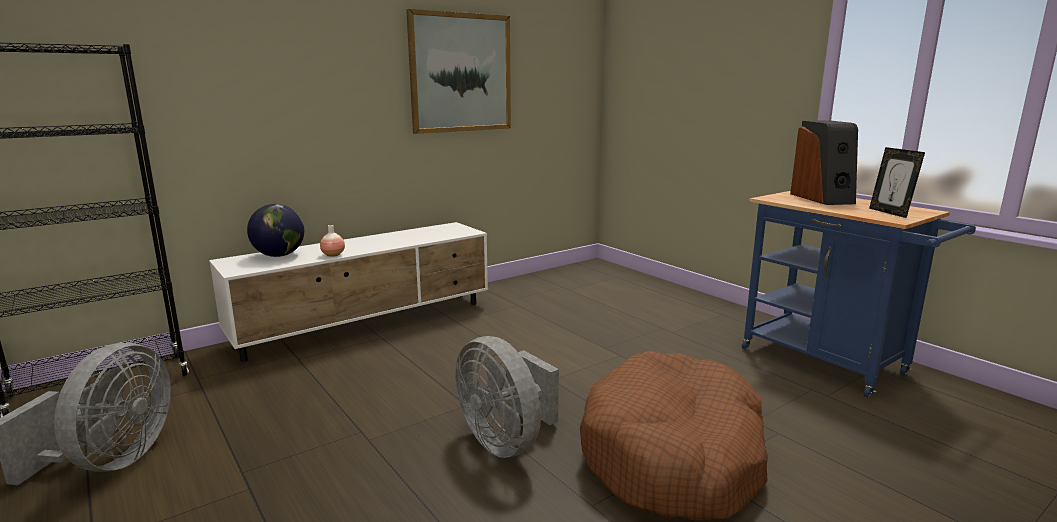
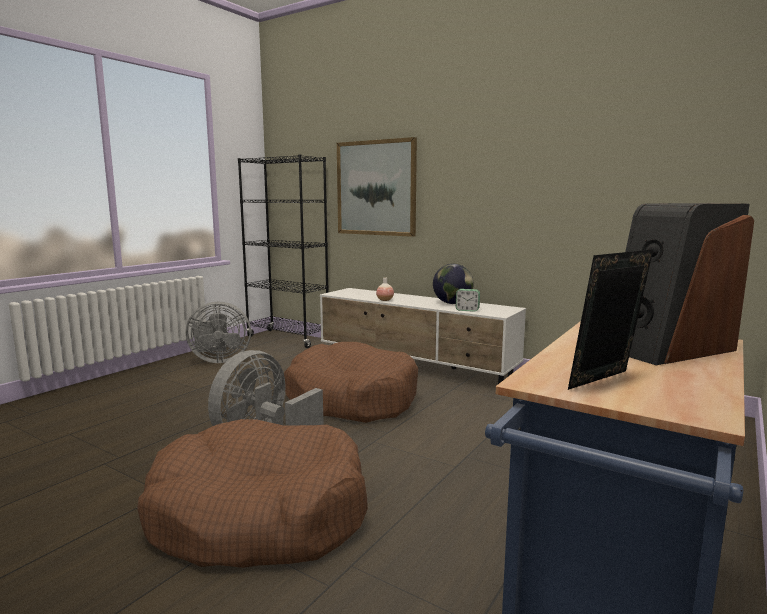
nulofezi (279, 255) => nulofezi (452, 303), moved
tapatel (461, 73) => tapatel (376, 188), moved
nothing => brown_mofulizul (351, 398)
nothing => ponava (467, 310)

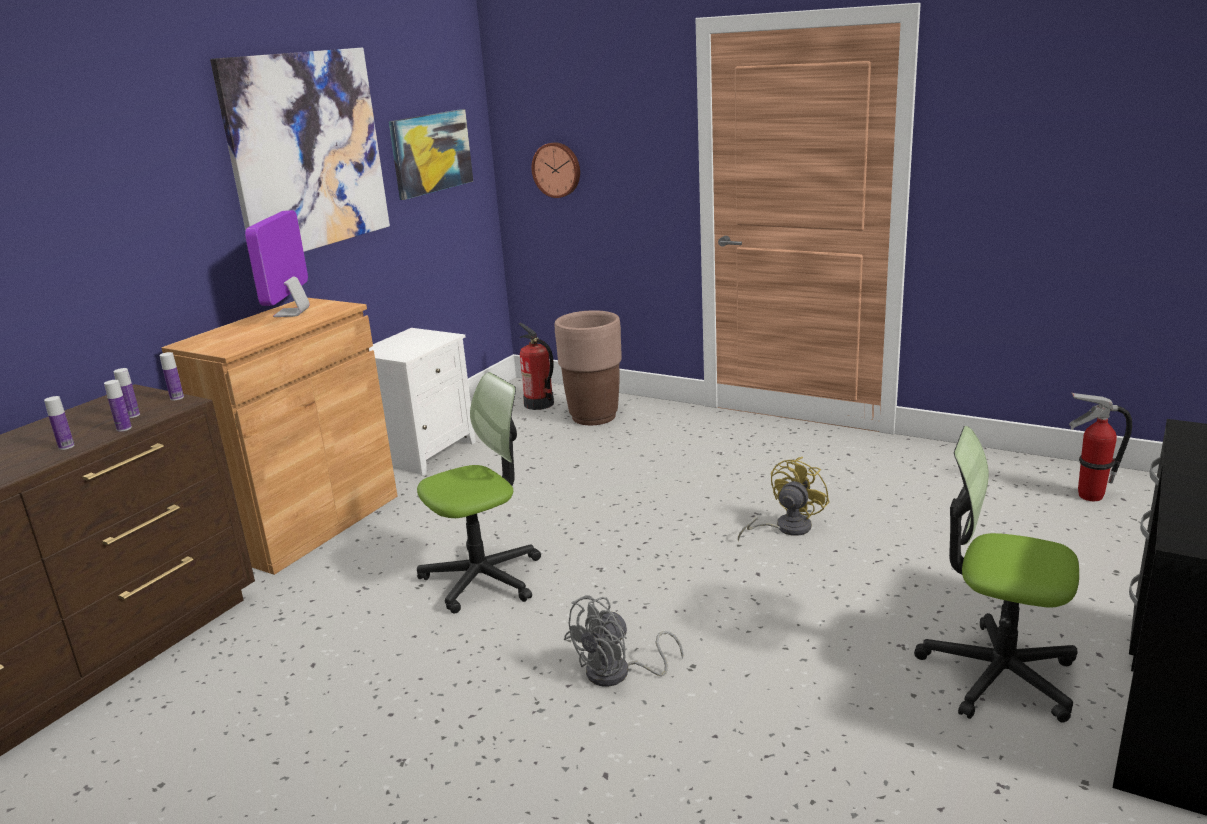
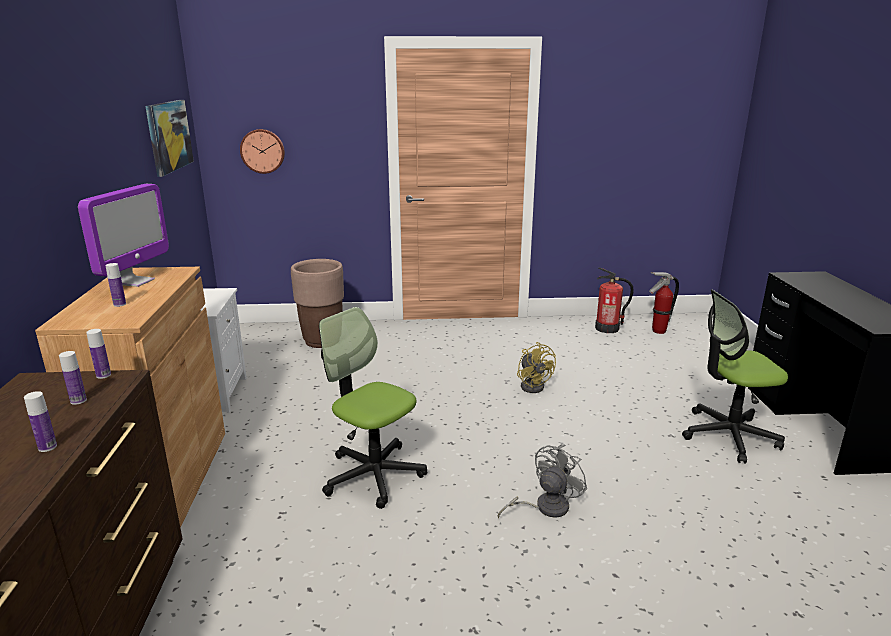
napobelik (124, 428) => napobelik (119, 304), moved
tapatel (307, 152) => nothing
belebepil (292, 313) => belebepil (135, 282), 135 degrees counterclockwise
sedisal (483, 578) => sedisal (373, 474), 75 degrees counterclockwise
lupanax (539, 404) => lupanax (607, 328), moved
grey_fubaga (618, 674) => grey_fubaga (544, 507), 150 degrees counterclockwise
yellow_fubaga (785, 528) => yellow_fubaga (533, 385), 150 degrees clockwise

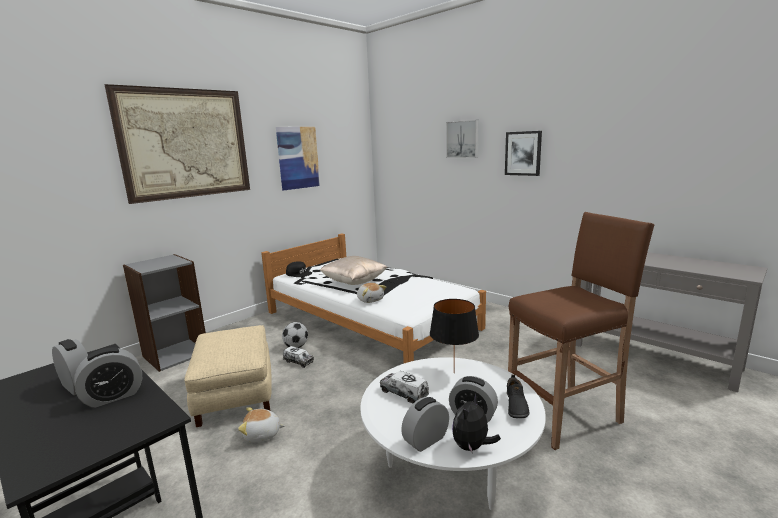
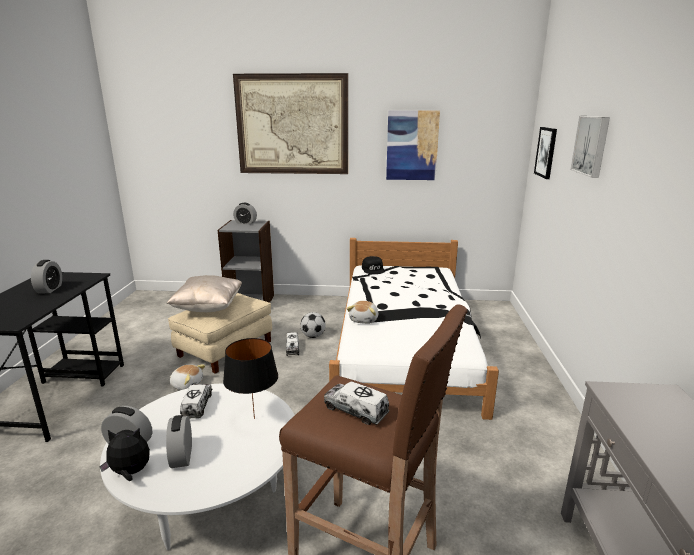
ponava (113, 396) => ponava (245, 223), moved
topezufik (262, 435) => topezufik (187, 384), 150 degrees clockwise
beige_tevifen (354, 282) => beige_tevifen (208, 307), moved
tapatel (523, 153) => tapatel (546, 152), moved
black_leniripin (515, 406) => nothing
nothing => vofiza (356, 410)

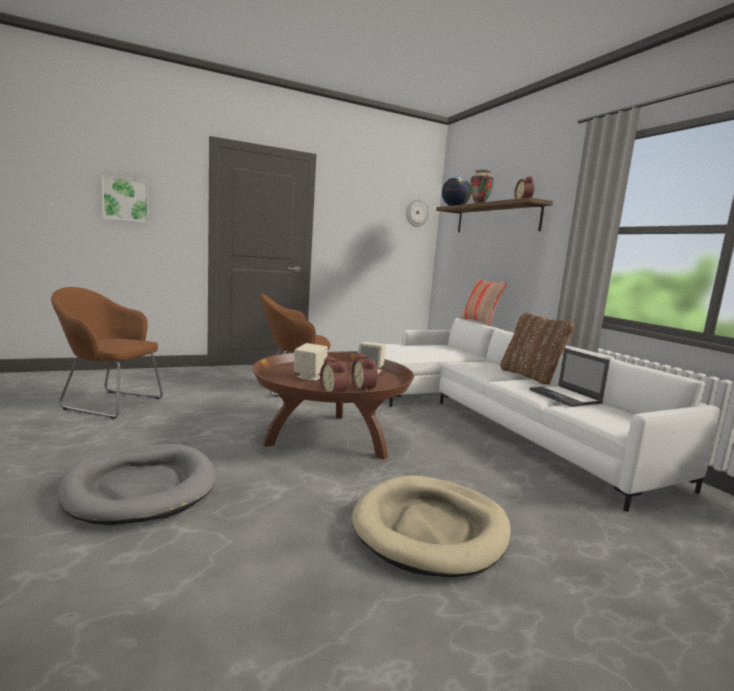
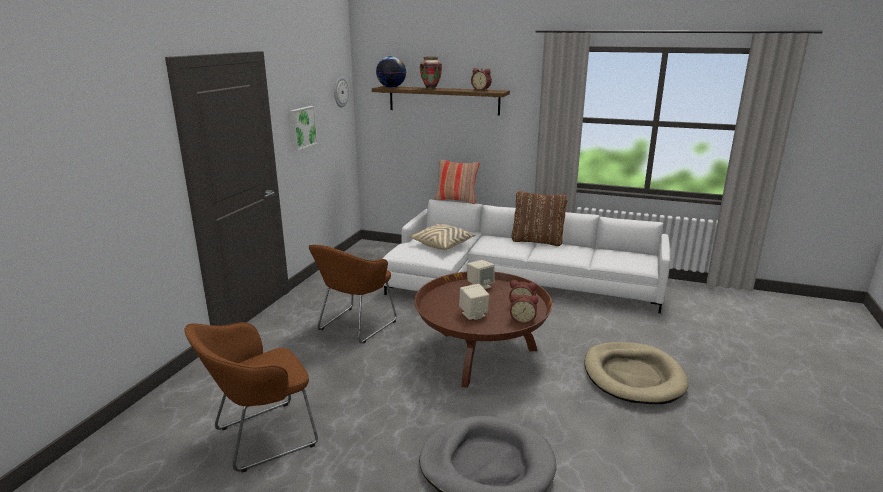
tapatel (125, 199) => tapatel (302, 127), moved
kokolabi (565, 396) => nothing
nothing => beige_tevifen (443, 244)

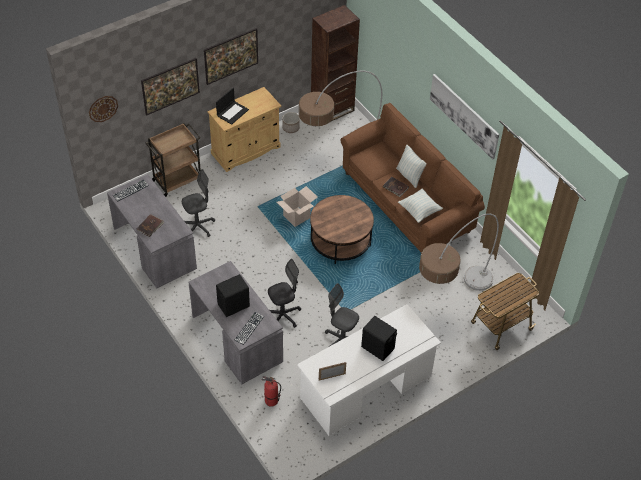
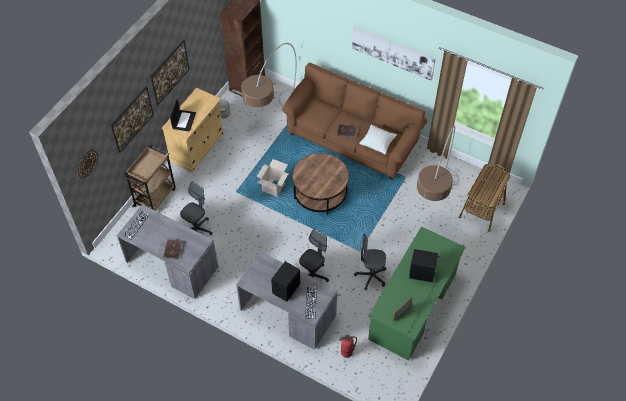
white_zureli (366, 388) => green_zureli (413, 307)
tevifen (409, 176) => nothing

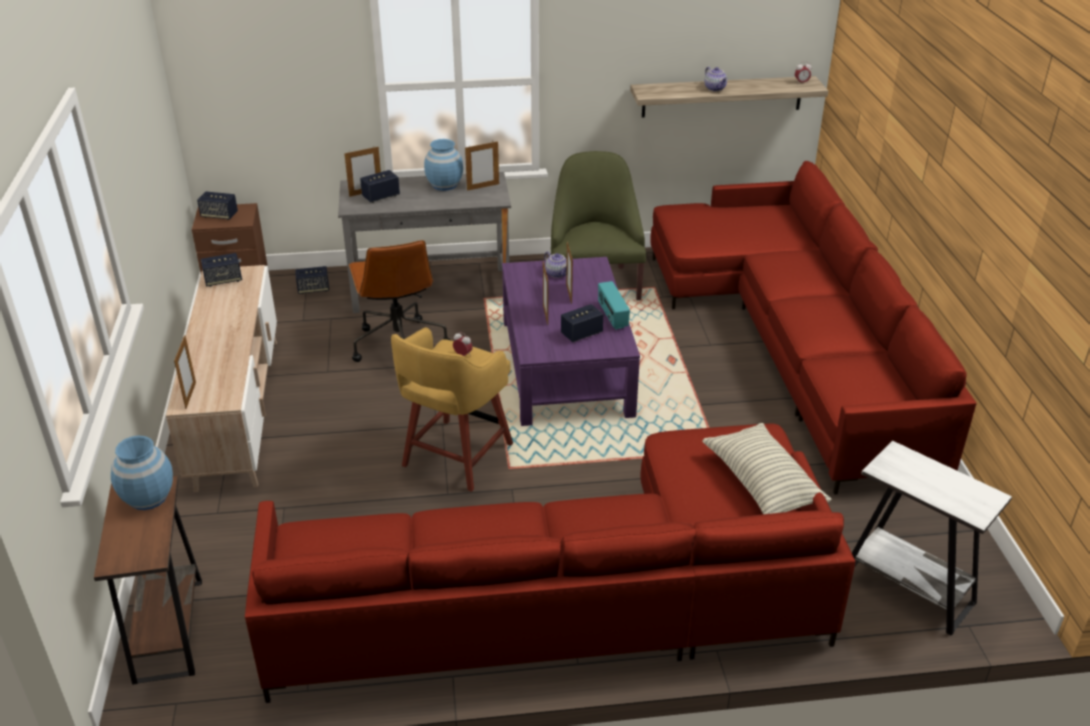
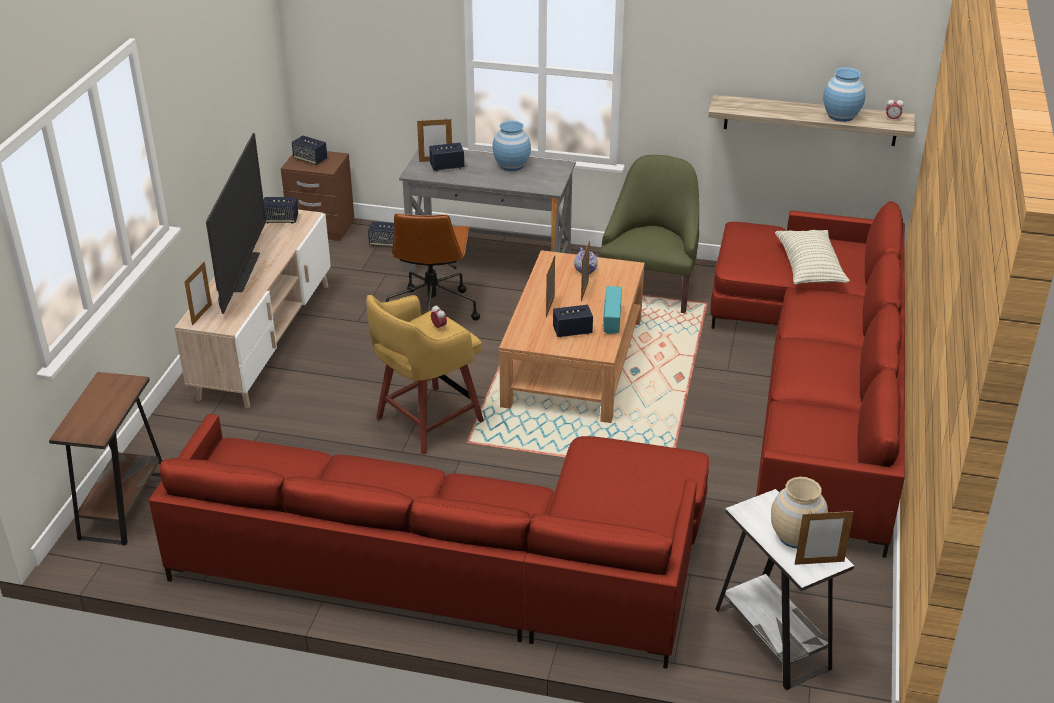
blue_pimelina (148, 497) => blue_pimelina (841, 116), moved
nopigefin (483, 187) => nopigefin (819, 562), moved
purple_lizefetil (566, 367) => brown_lizefetil (573, 363)
tevifen (762, 484) => tevifen (809, 268), moved
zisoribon (715, 88) => nothing
nothing => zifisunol (244, 272)
nothing => beige_pimelina (795, 536)

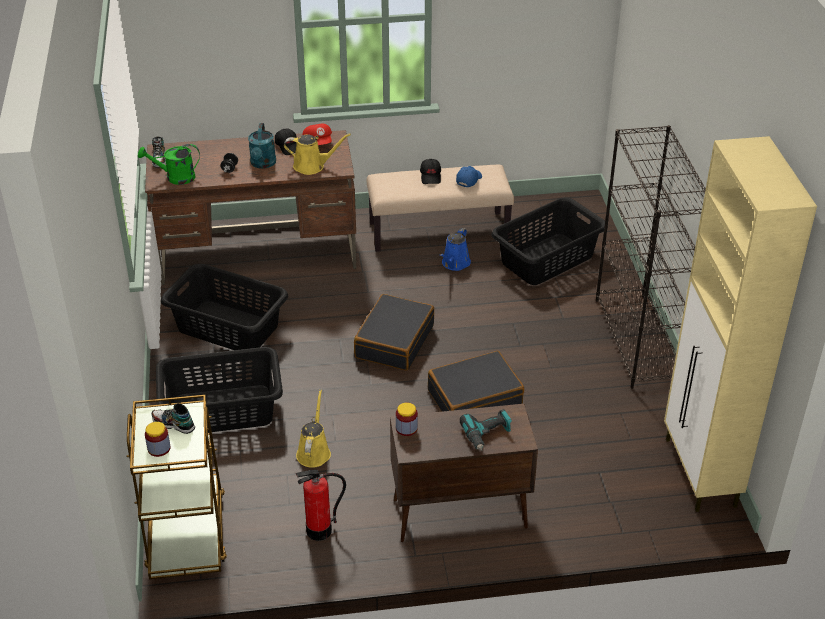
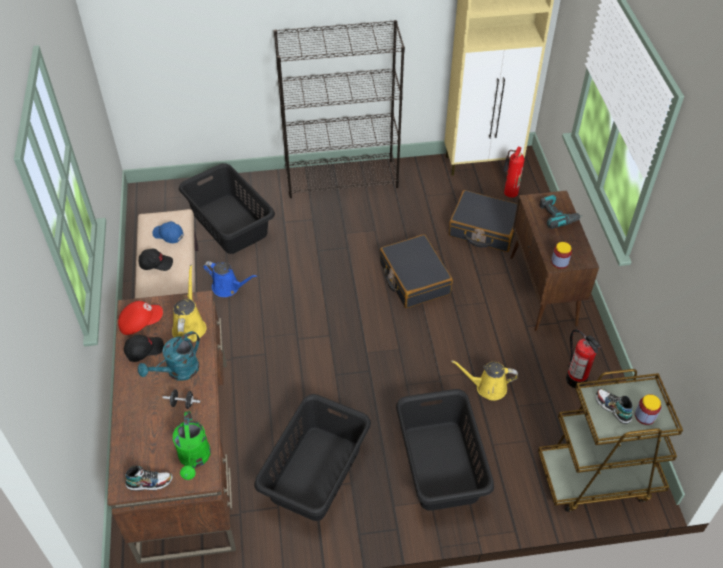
leniripin (173, 424) => leniripin (612, 408), 120 degrees clockwise
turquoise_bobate (263, 164) => turquoise_bobate (178, 372), 135 degrees clockwise
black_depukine (394, 341) => black_depukine (484, 229), moved
nothing => lupanax (509, 193)

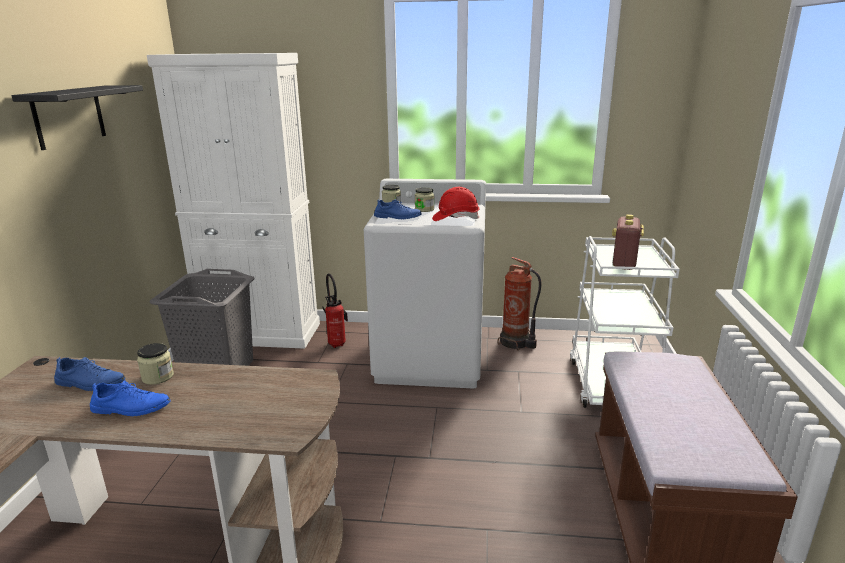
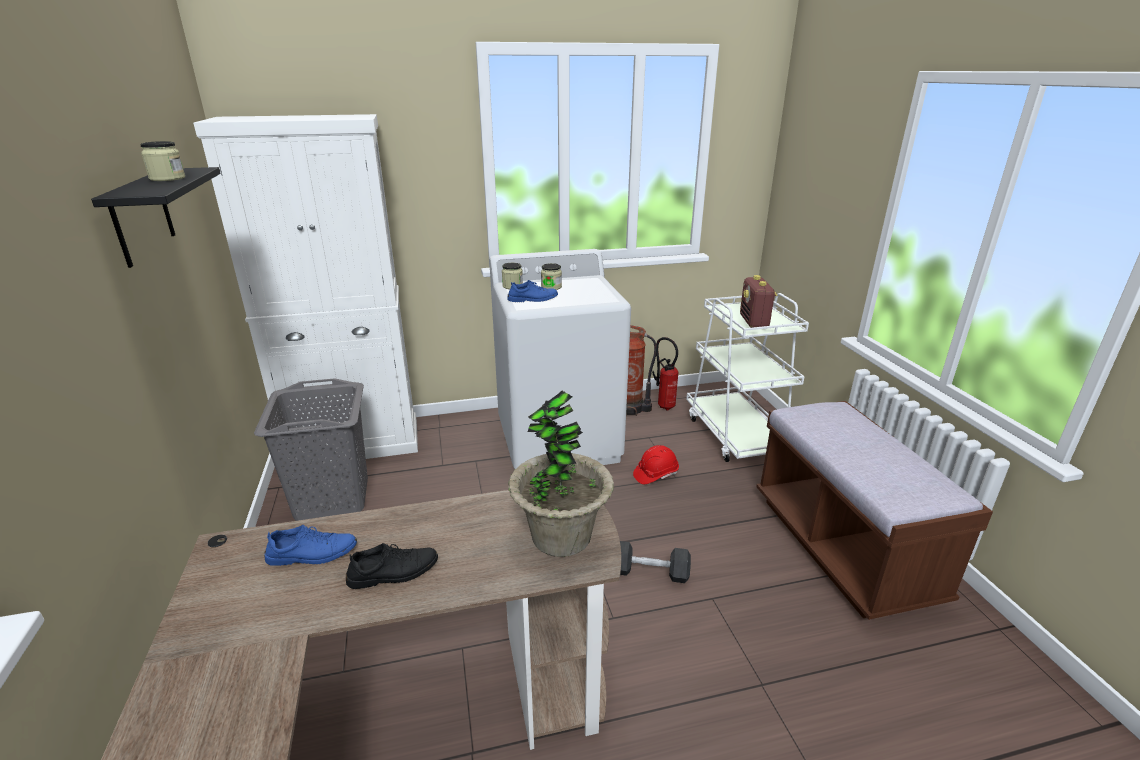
blue_leniripin (131, 408) => black_leniripin (393, 572)
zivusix (158, 377) => zivusix (167, 178), moved
lupanax (337, 343) => lupanax (664, 405), moved
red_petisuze (455, 218) => red_petisuze (655, 474), moved
nothing => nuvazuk (561, 536)
nothing => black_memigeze (649, 572)

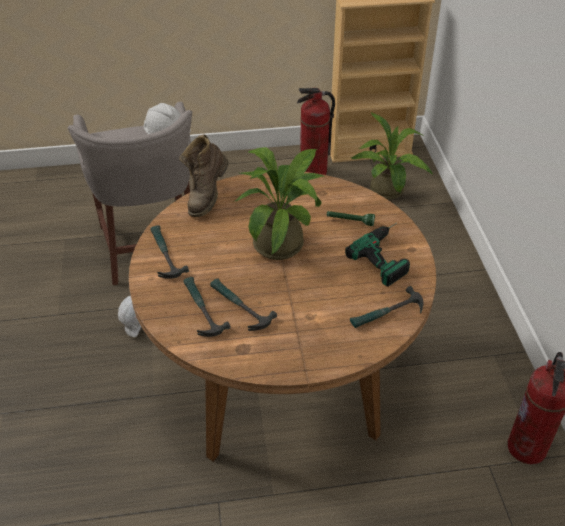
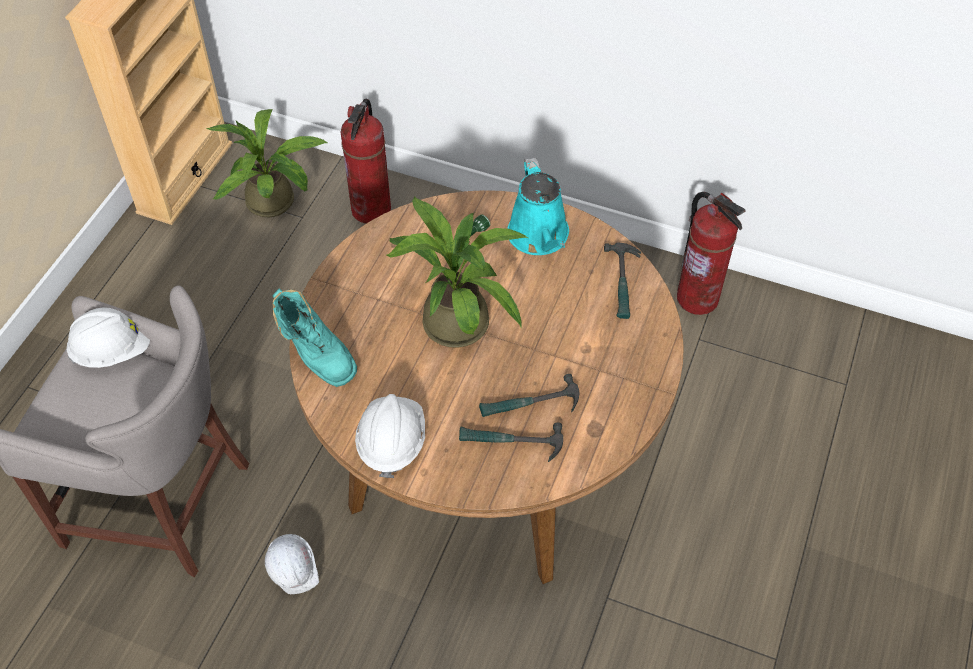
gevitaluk (164, 255) => white_petisuze (391, 442)
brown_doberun (206, 197) => turquoise_doberun (315, 355)
lupanax (313, 172) => lupanax (371, 210), moved
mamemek (388, 254) => turquoise_bobate (540, 237)

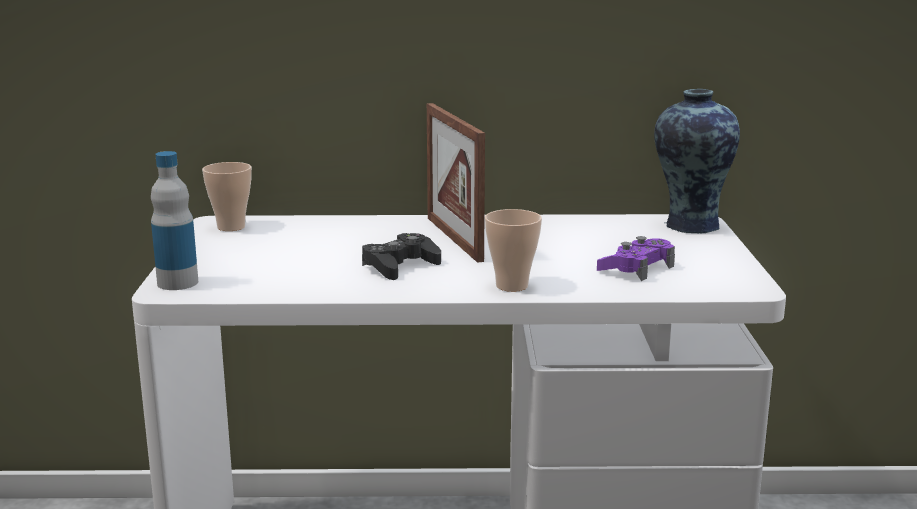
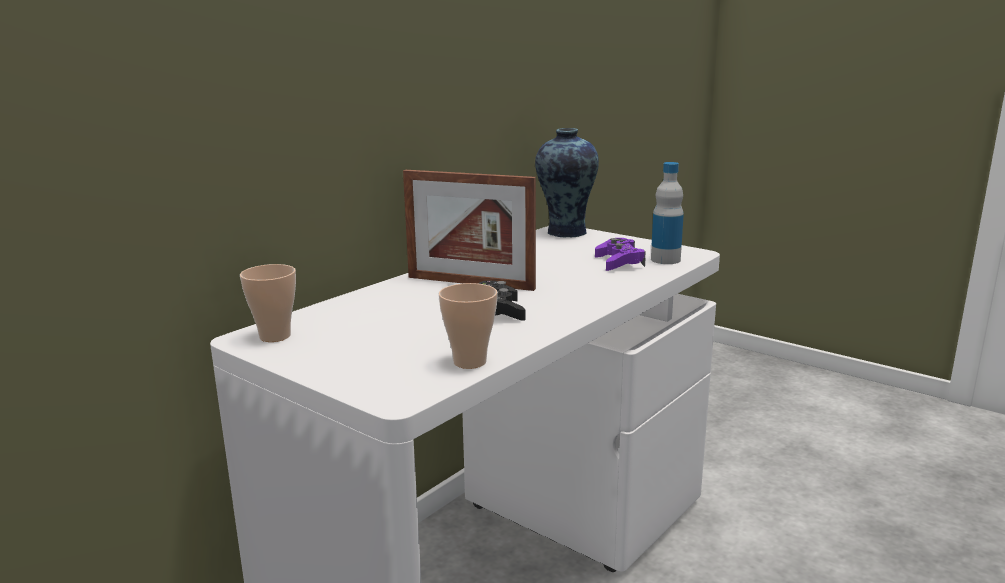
napobelik (177, 283) => napobelik (665, 260), moved
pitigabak (512, 286) => pitigabak (469, 362), moved

